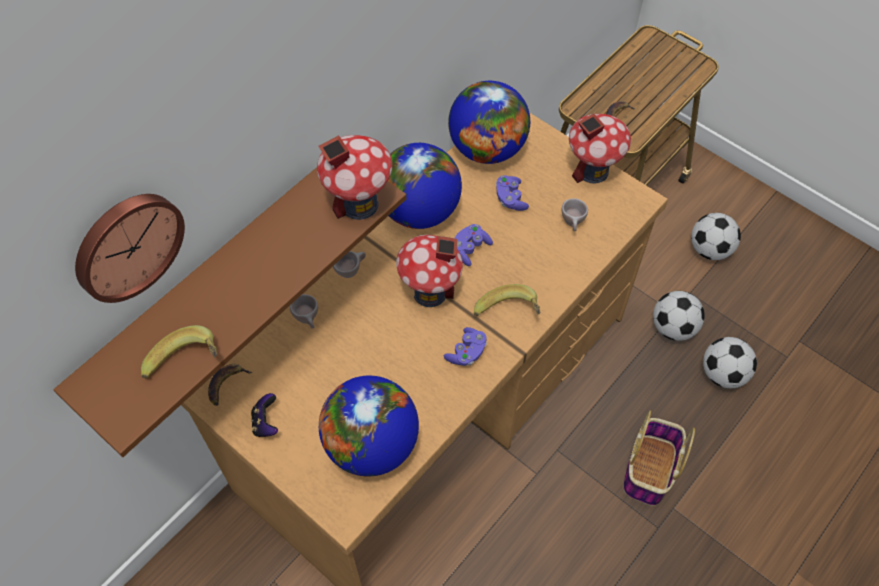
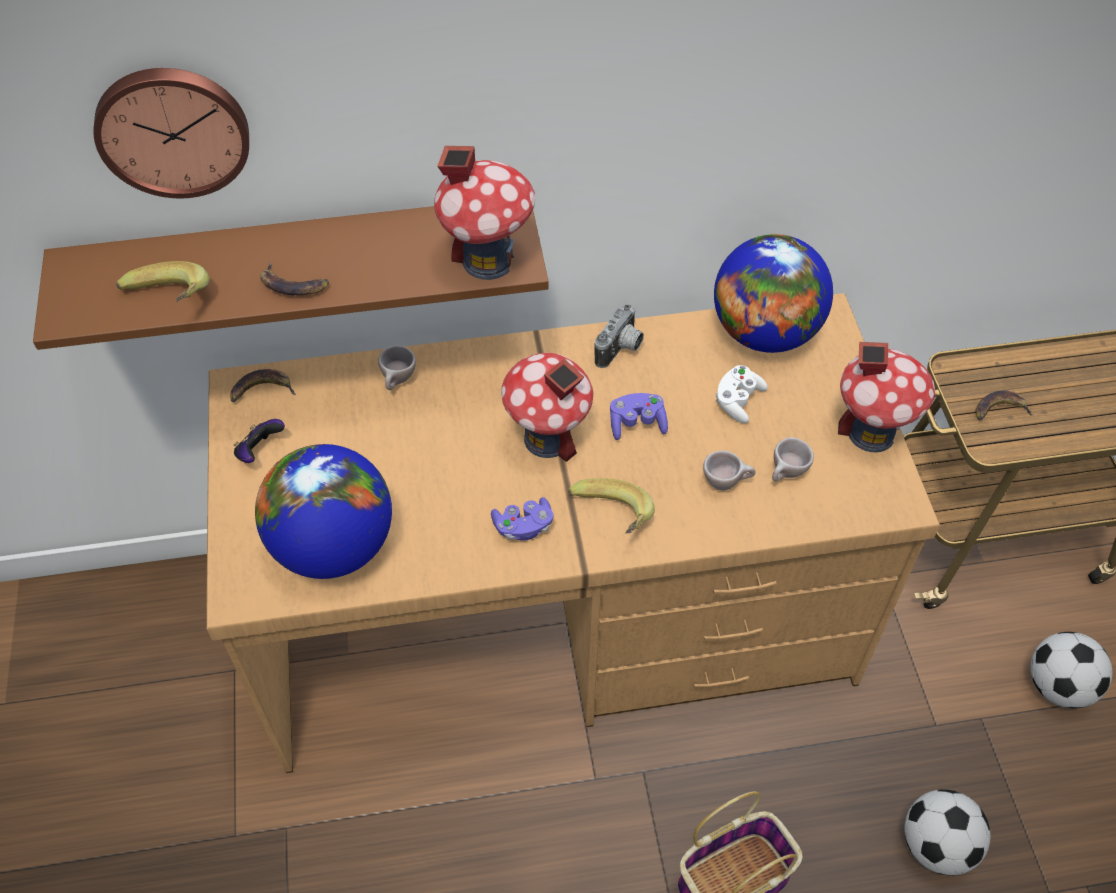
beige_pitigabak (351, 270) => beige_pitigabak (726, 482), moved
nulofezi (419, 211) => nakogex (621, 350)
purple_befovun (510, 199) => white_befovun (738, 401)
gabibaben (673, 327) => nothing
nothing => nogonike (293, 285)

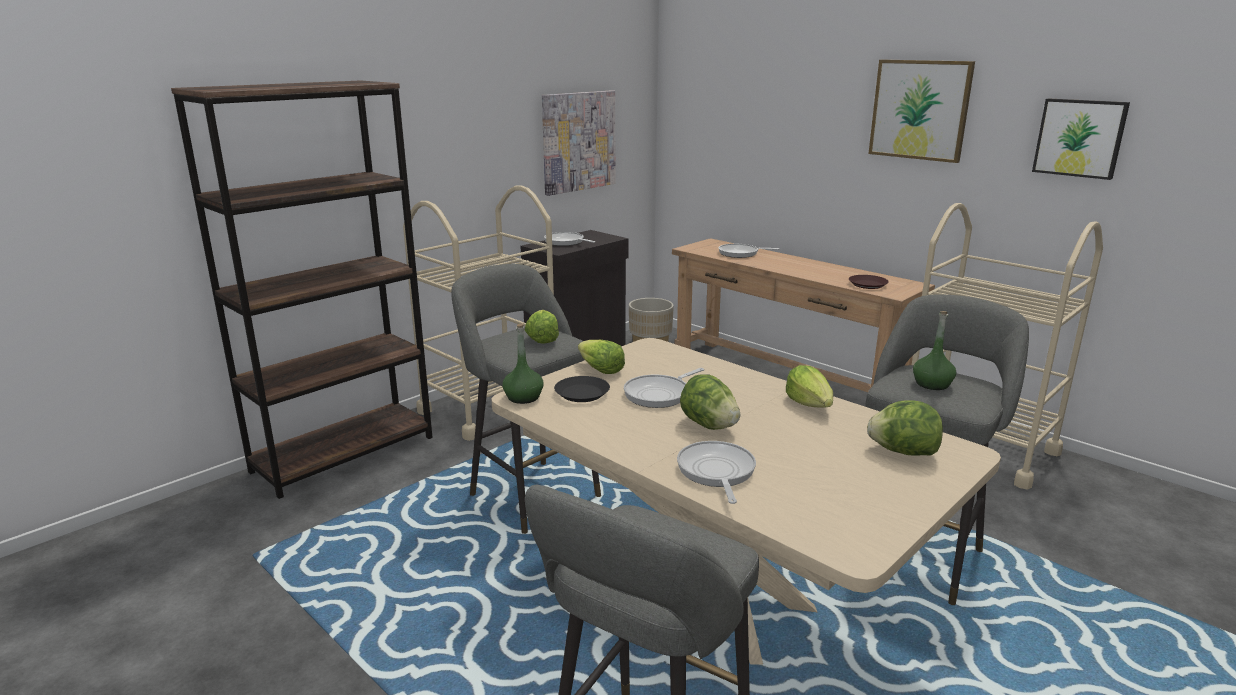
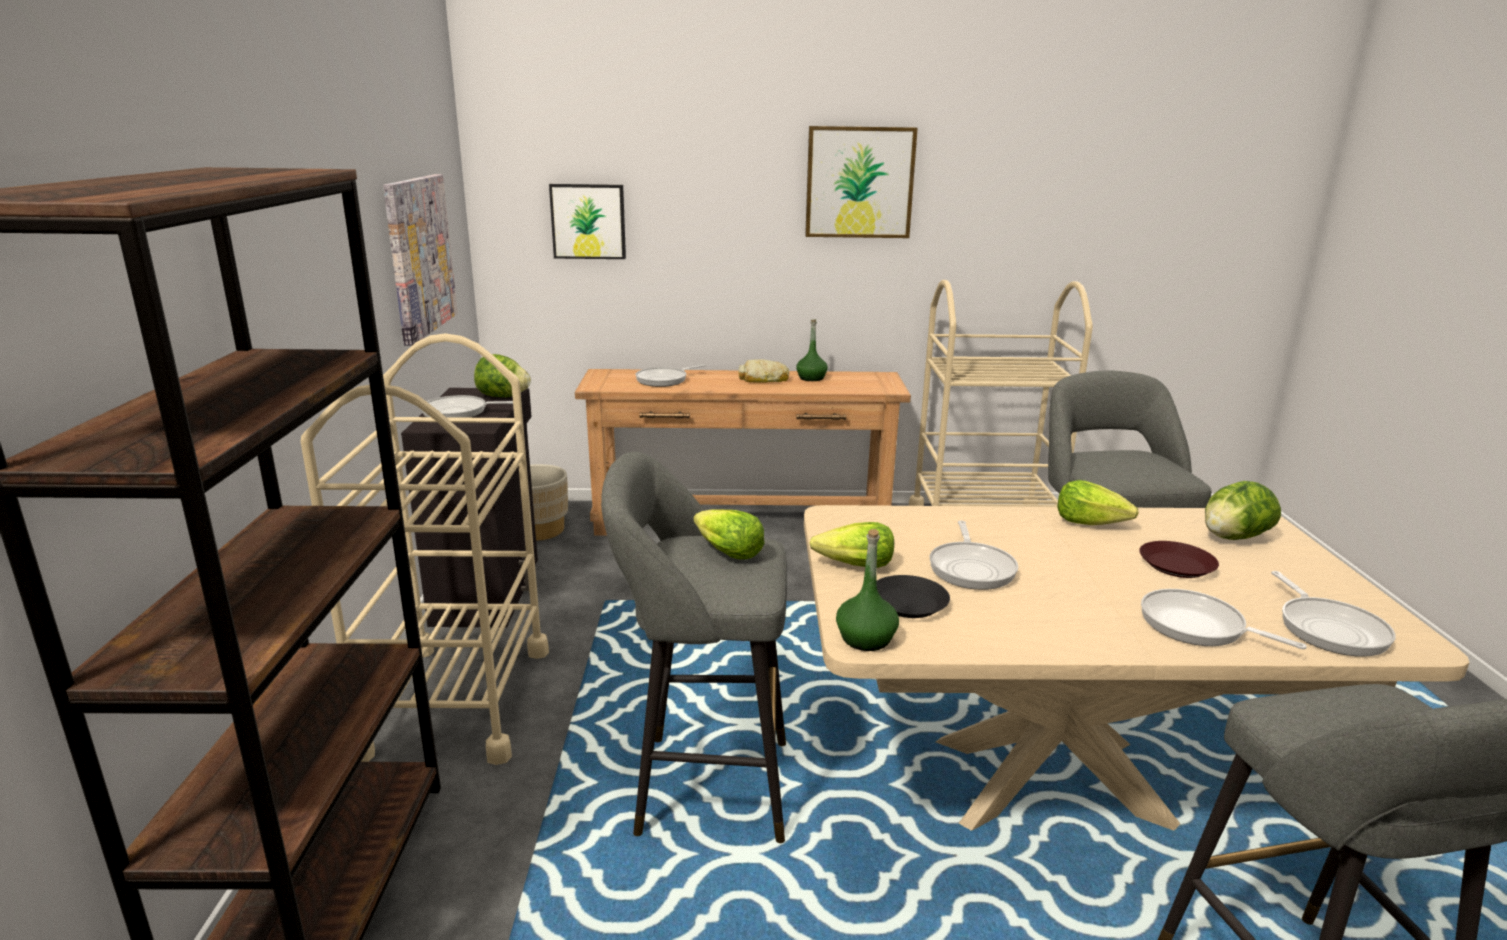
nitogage (708, 425) => nitogage (502, 396), moved
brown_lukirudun (867, 285) => brown_lukirudun (1176, 566), moved
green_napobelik (932, 384) => green_napobelik (811, 378), moved
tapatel (1080, 138) => tapatel (588, 221), moved
nothing => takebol (763, 379)
nothing => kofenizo (1329, 629)

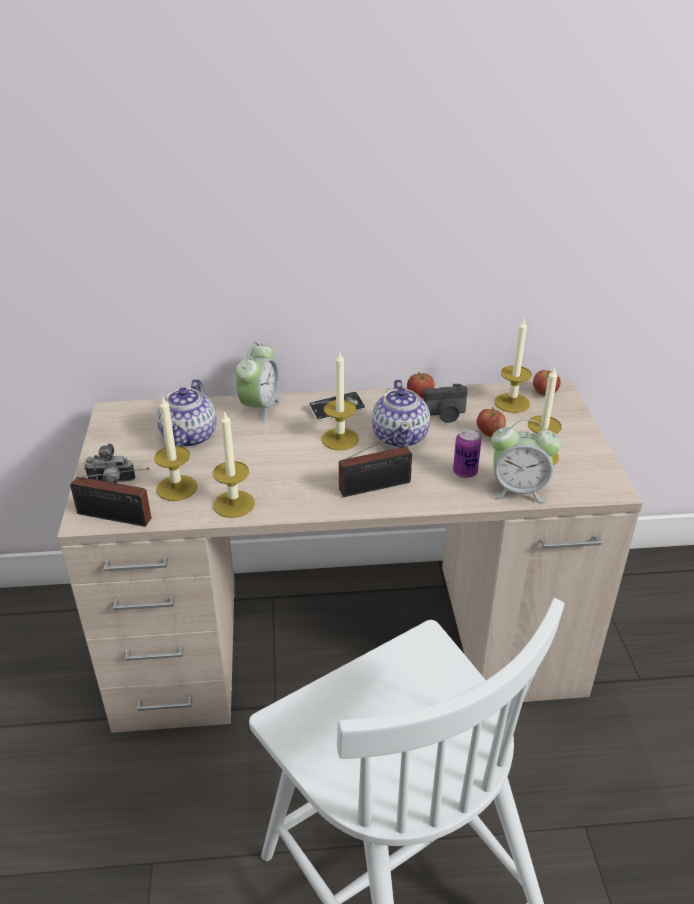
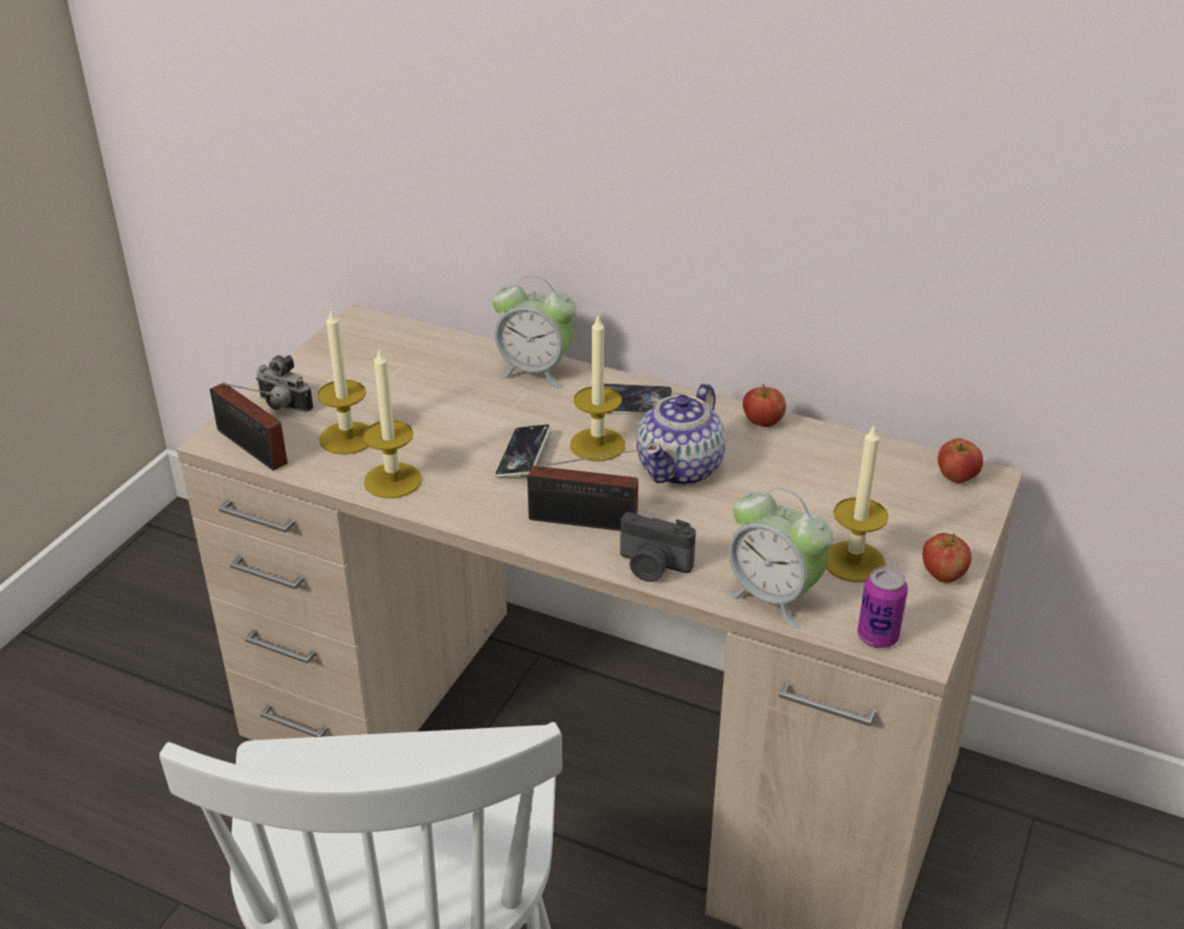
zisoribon (190, 436) => nothing
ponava (260, 408) => ponava (535, 371), 60 degrees clockwise
nakogex (445, 415) => nakogex (652, 567), moved
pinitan (465, 472) => pinitan (877, 637), moved
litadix (489, 433) => litadix (942, 575), moved
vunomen (512, 403) => nothing
nothing => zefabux (523, 455)

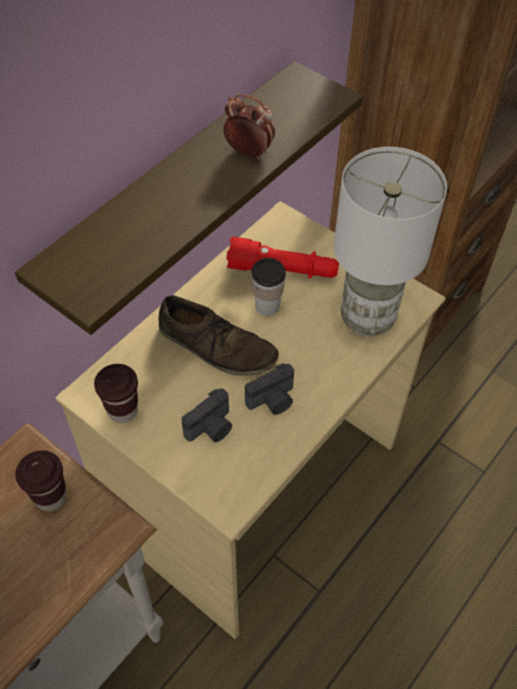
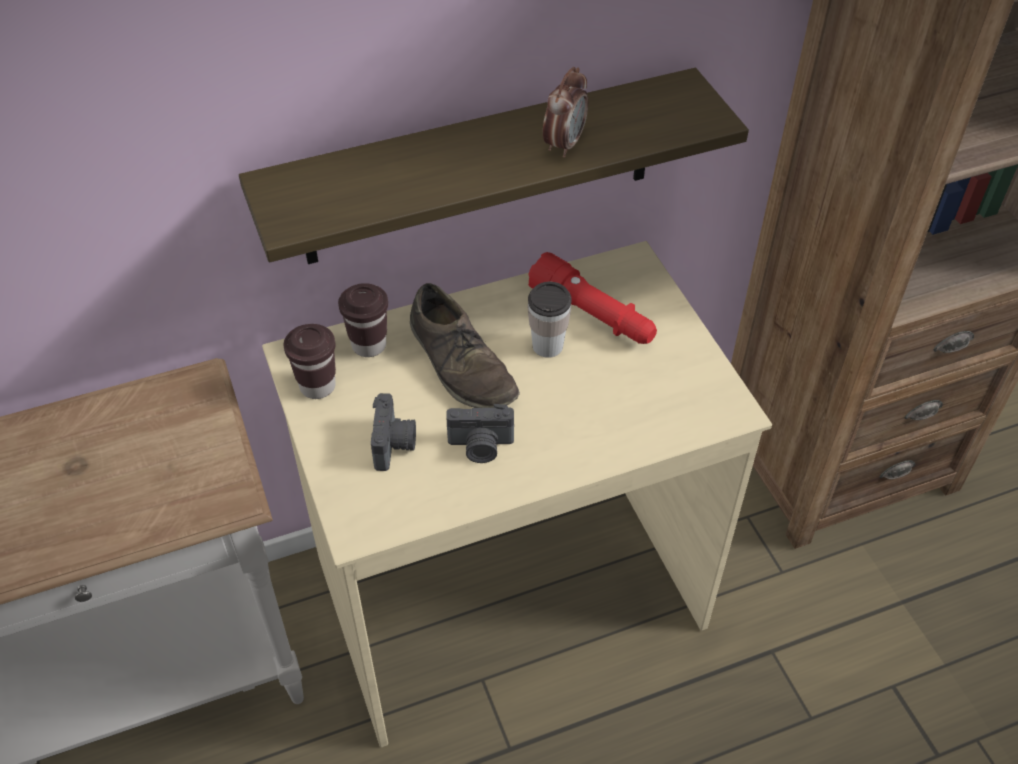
brown_pitigabak (51, 497) => brown_pitigabak (369, 345), moved
nakogex (211, 428) => nakogex (394, 444), 75 degrees counterclockwise
ponava (248, 152) => ponava (564, 144), 60 degrees clockwise
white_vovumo (368, 318) => nothing

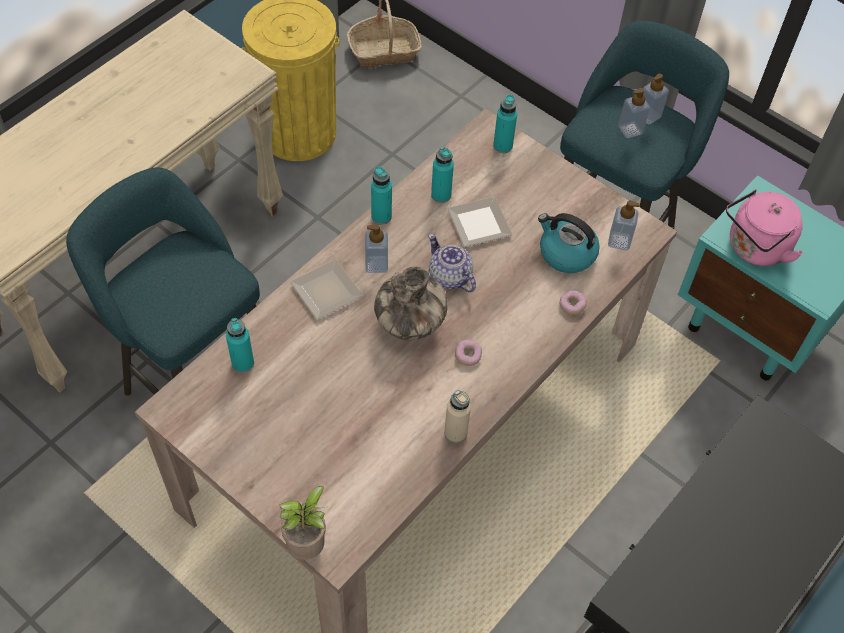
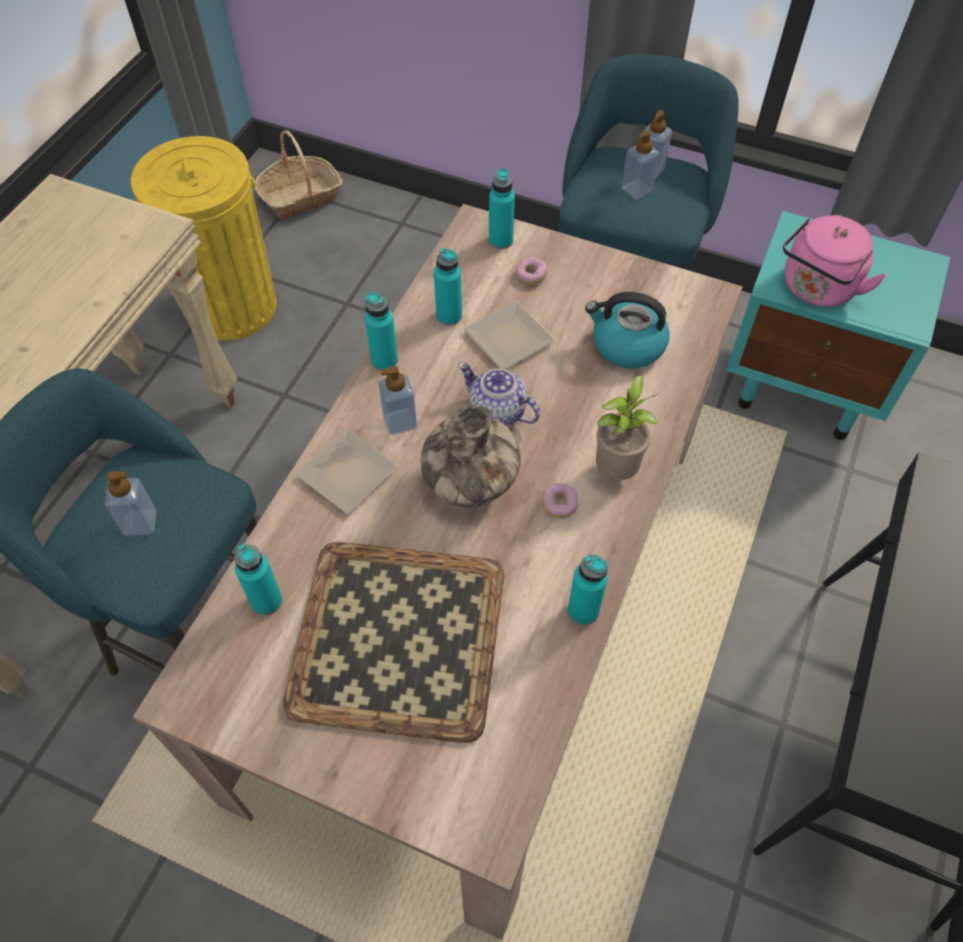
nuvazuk (308, 546) => nuvazuk (617, 469), moved
beige_napobelik (455, 433) => turquoise_napobelik (583, 611)
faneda (572, 306) => faneda (531, 276), moved
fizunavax (619, 241) => fizunavax (140, 522), moved
nothing => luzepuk (395, 640)

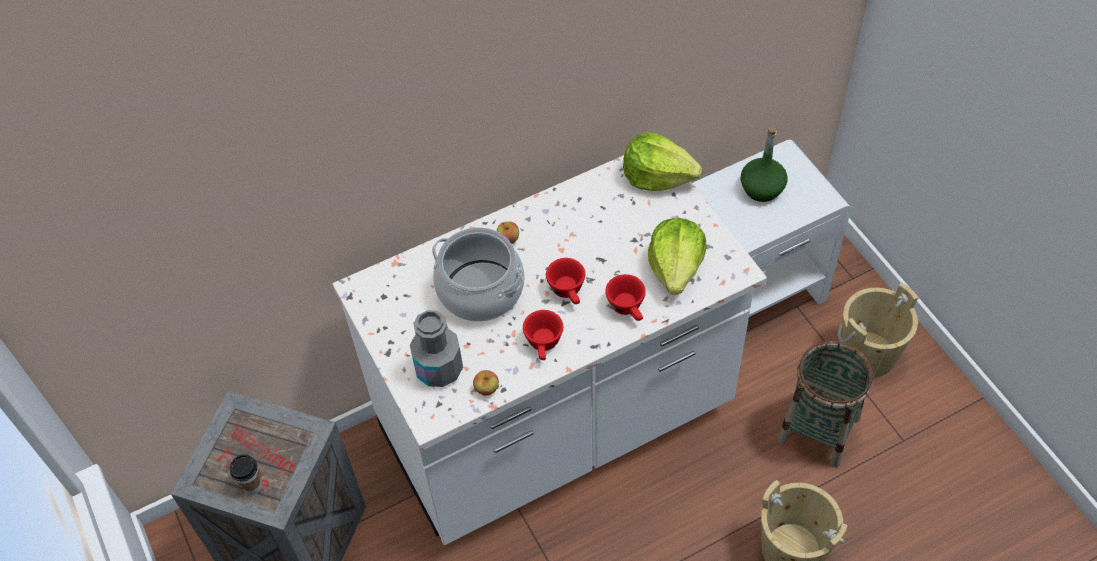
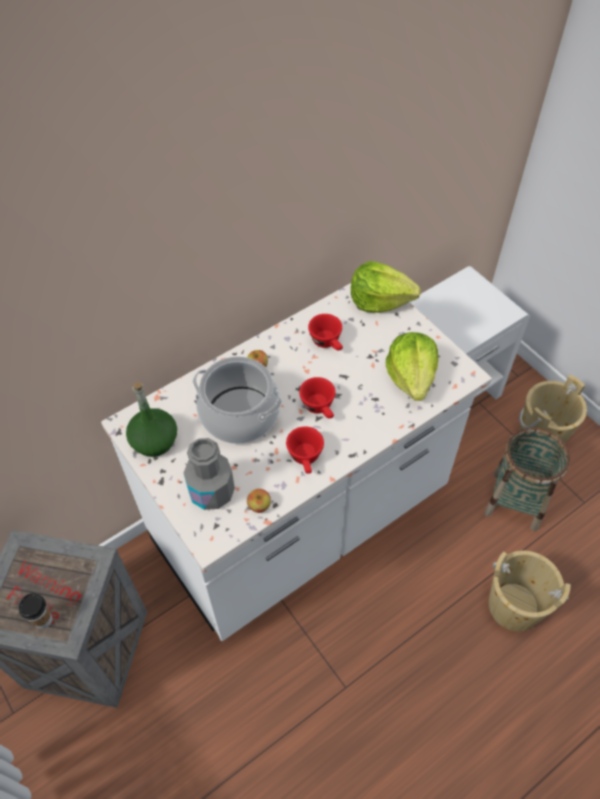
red_pitigabak (628, 308) => red_pitigabak (328, 343), moved
green_napobelik (762, 188) => green_napobelik (154, 441), moved

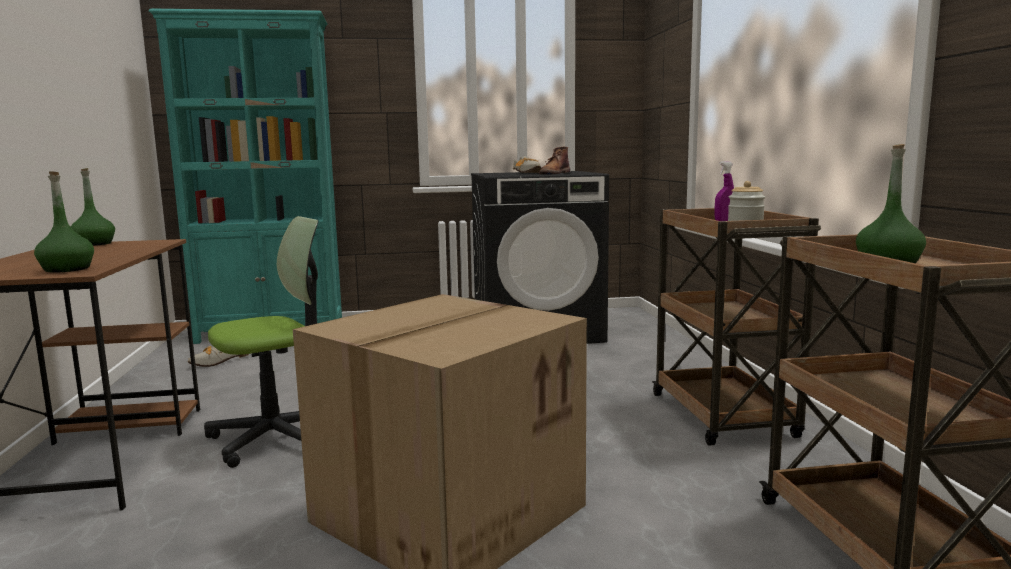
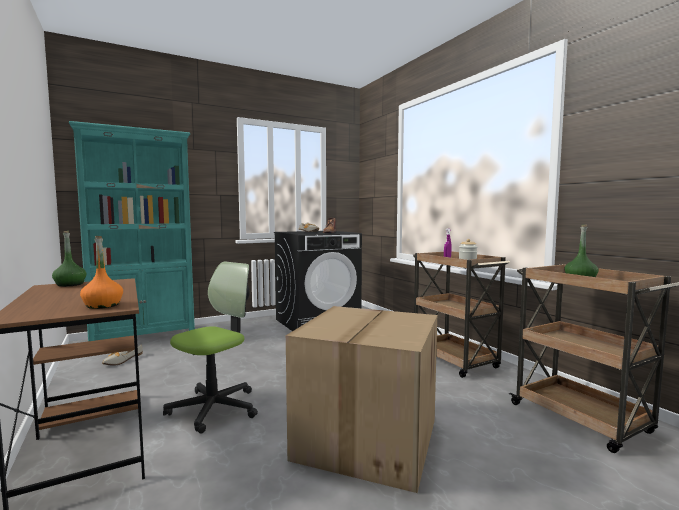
green_napobelik (67, 269) => orange_napobelik (103, 305)

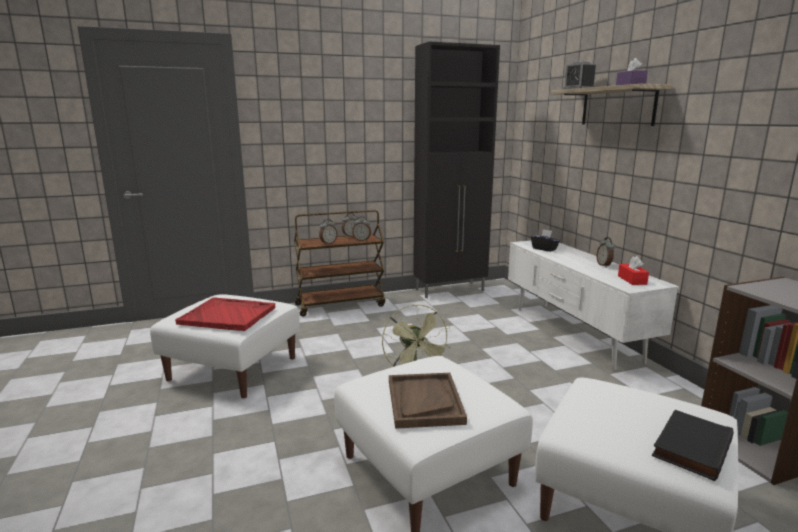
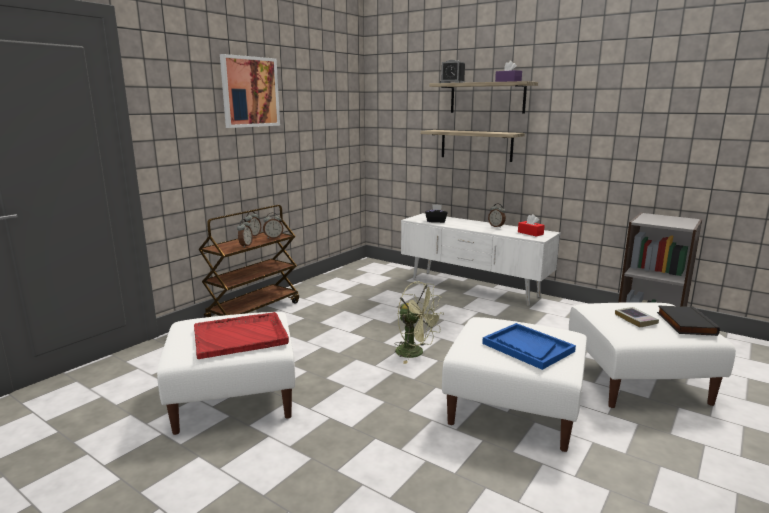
brown_luzepuk (424, 401) => blue_luzepuk (527, 347)
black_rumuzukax (451, 290) => nothing
nothing => tapatel (250, 92)
nothing => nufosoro (476, 145)
nothing => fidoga (635, 319)

